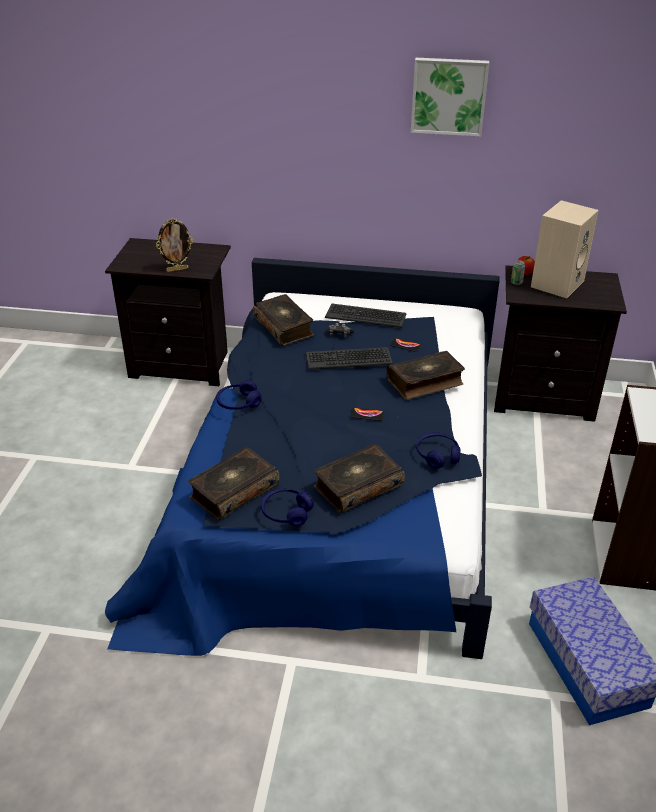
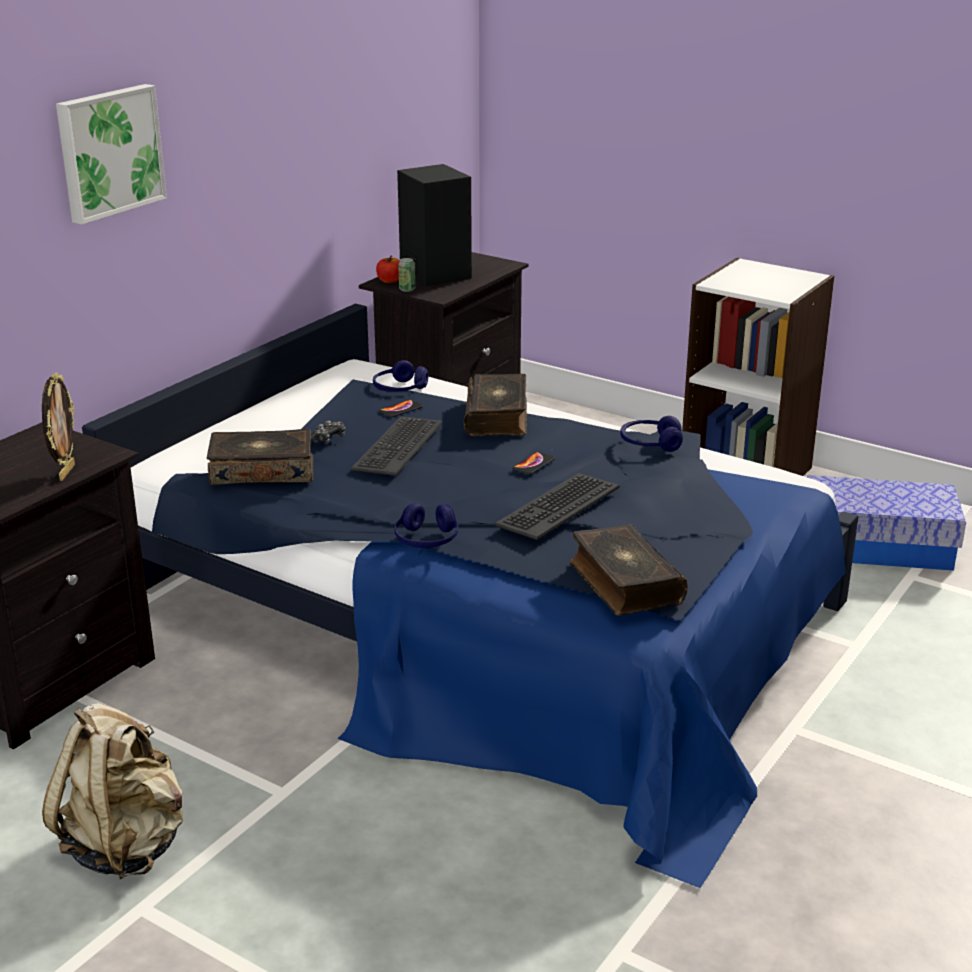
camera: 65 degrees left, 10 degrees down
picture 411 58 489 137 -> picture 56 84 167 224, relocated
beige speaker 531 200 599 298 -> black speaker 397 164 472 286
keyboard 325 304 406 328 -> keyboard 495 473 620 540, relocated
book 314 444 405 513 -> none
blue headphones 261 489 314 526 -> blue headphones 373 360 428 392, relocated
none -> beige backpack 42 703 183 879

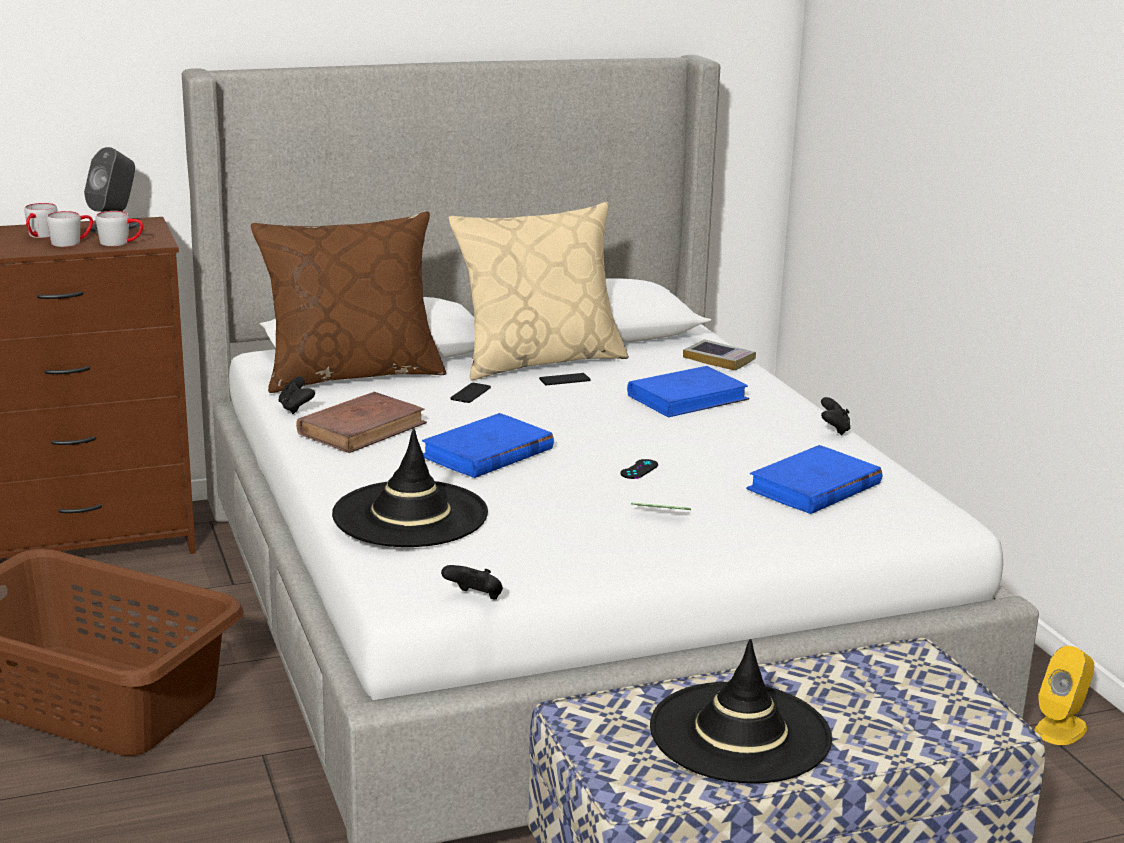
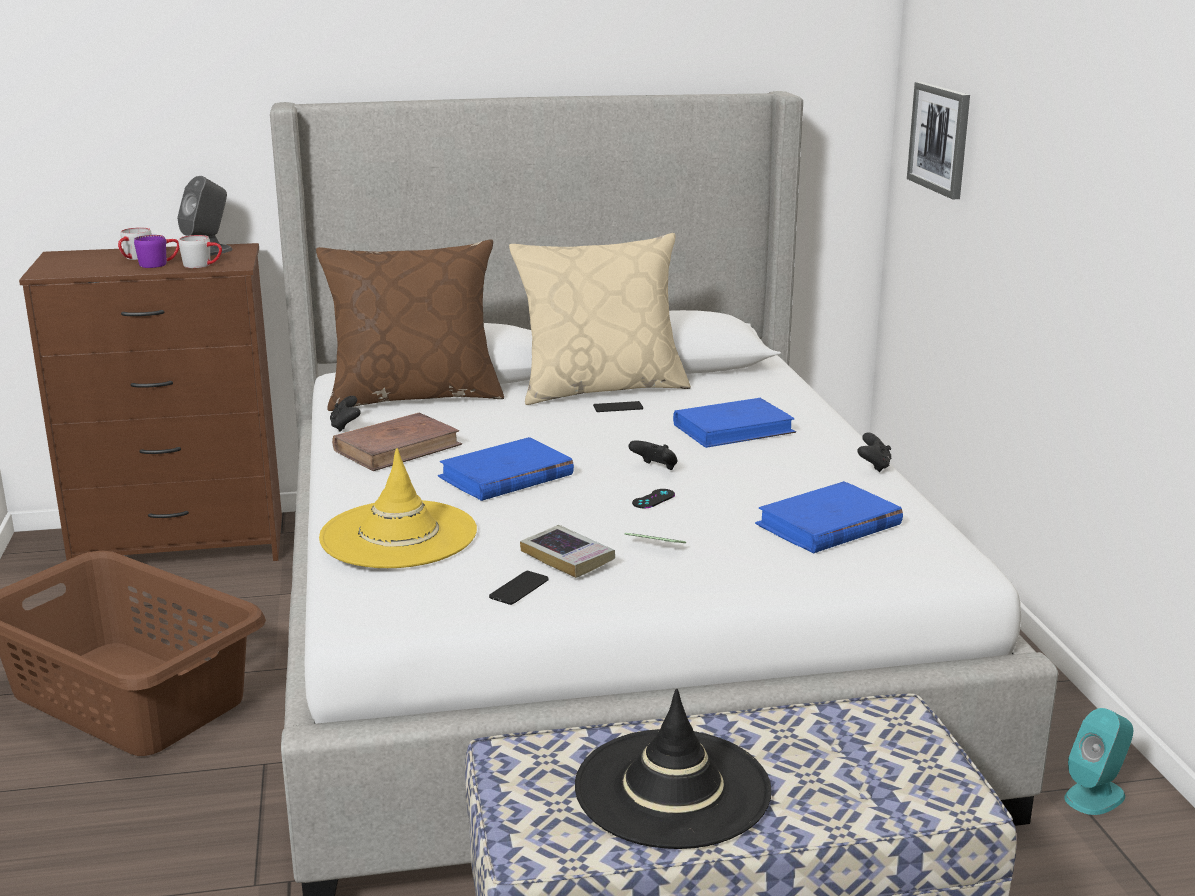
camera: 10 degrees right, 0 degrees up
grey mug 47 211 93 247 -> purple mug 134 235 179 268
book 683 339 756 371 -> book 520 525 615 578, relocated
phone 451 383 491 403 -> phone 489 571 549 605, relocated
black hat 332 428 488 547 -> yellow hat 319 448 477 568
black game controller 441 565 503 600 -> black game controller 629 440 678 470, relocated
yellow speaker 1034 646 1094 745 -> turquoise speaker 1064 708 1133 815
none -> picture 907 82 970 199

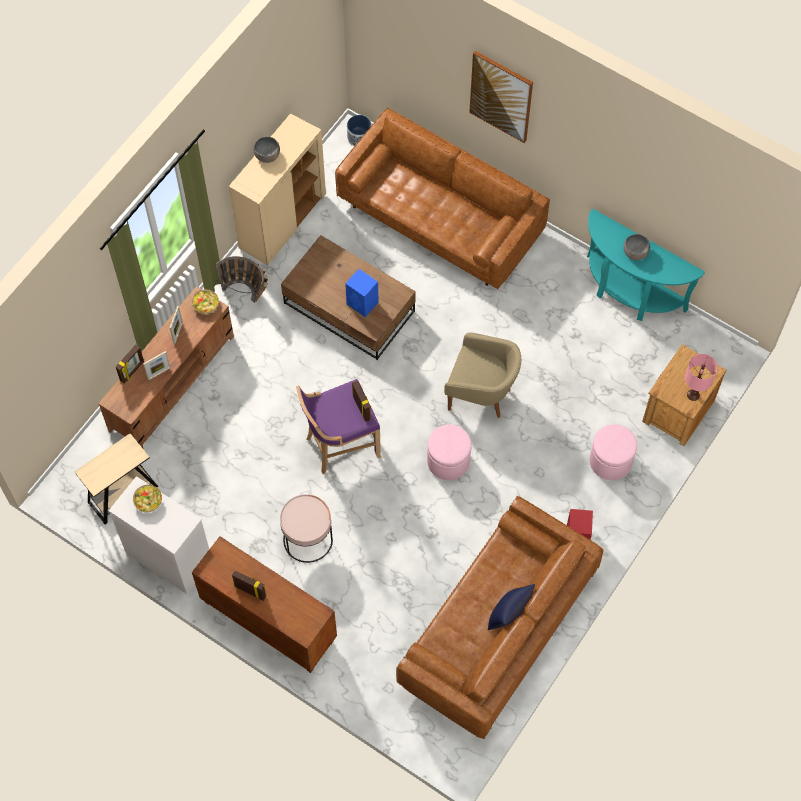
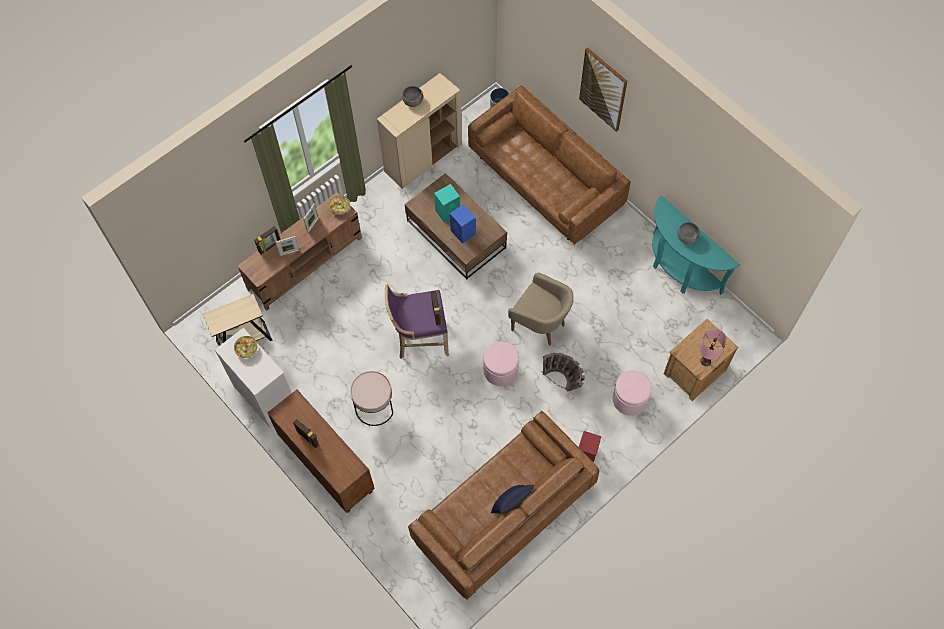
camera: 15 degrees right, 0 degrees up
basket 215 256 268 303 -> basket 542 352 585 392, relocated
none -> turquoise speaker 434 184 460 223

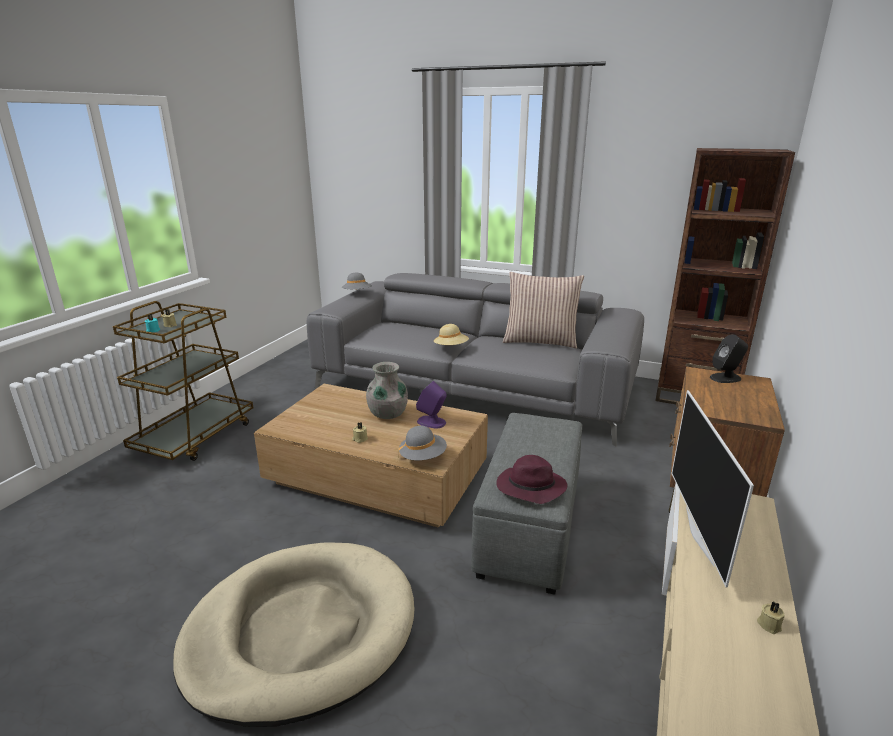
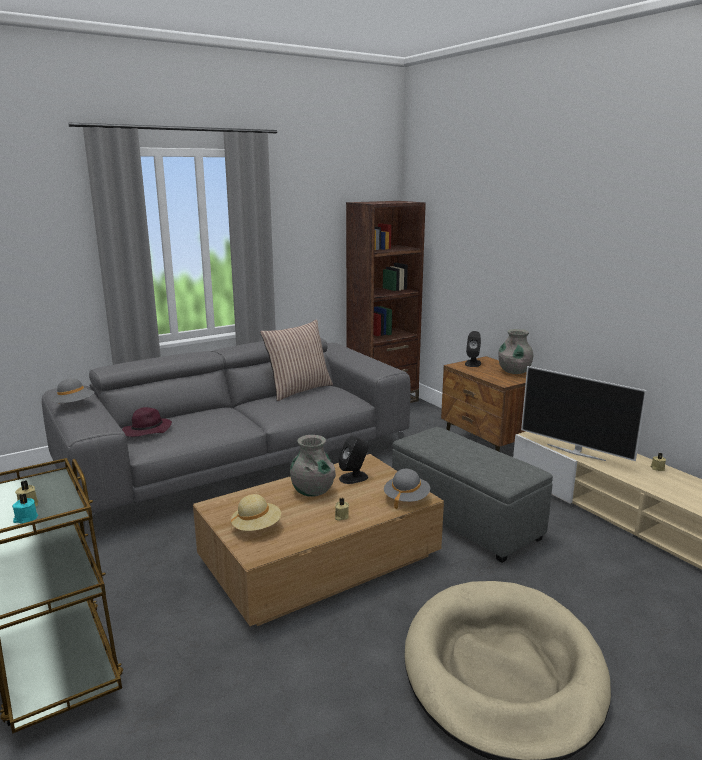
camera: 55 degrees left, 5 degrees down
beige hat 434 324 469 345 -> beige hat 231 494 281 531, relocated
purple speaker 416 381 447 429 -> black speaker 339 436 369 484
purple hat 496 455 567 504 -> purple hat 122 407 172 437, relocated
none -> grey vase 499 329 533 374

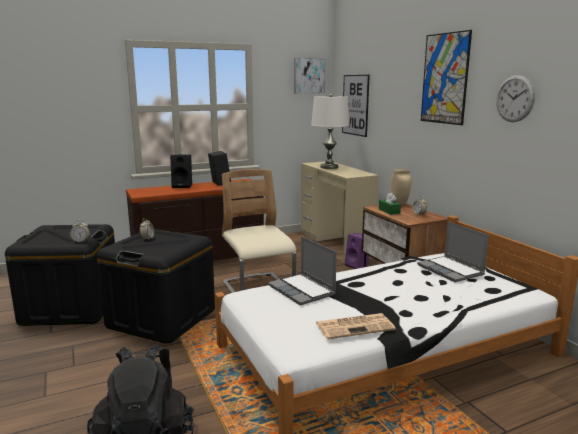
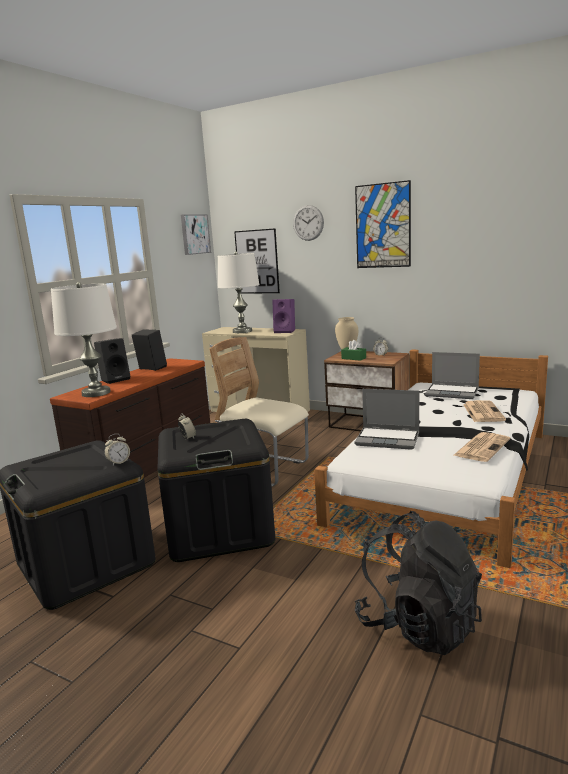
camera: 35 degrees left, 0 degrees up
wall clock 496 75 535 122 -> wall clock 293 205 324 241, relocated
purple speaker 345 233 369 269 -> purple speaker 272 299 295 333, relocated
none -> white table lamp 51 282 117 397
none -> newspaper 463 400 506 422

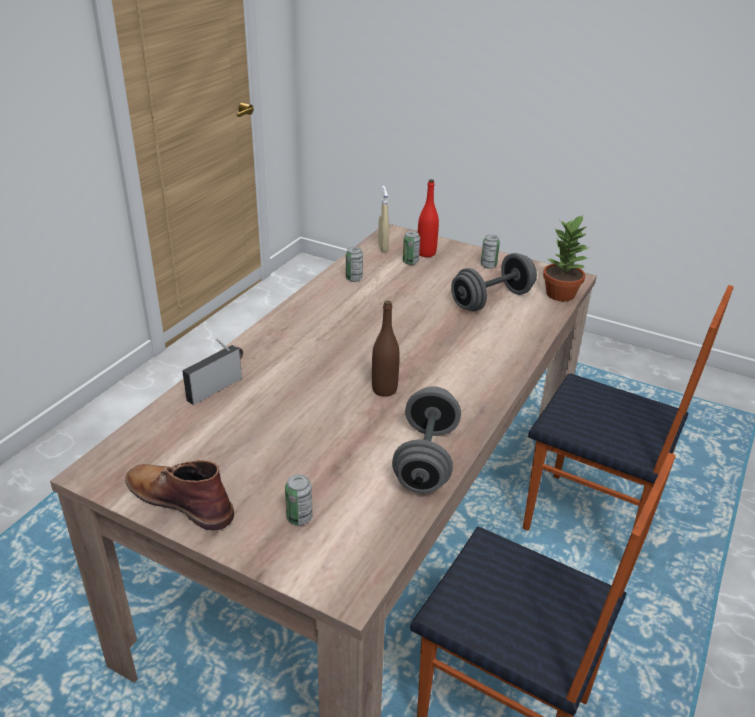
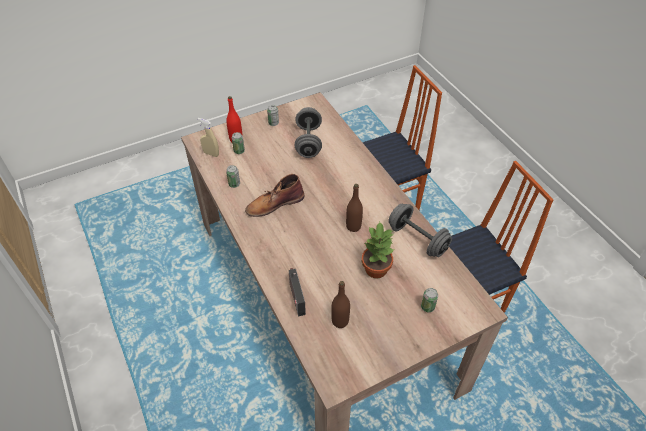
camera: 55 degrees left, 15 degrees up
potted plant 543 215 590 302 -> potted plant 362 222 395 279, relocated
brown boot 125 460 234 530 -> brown boot 245 174 304 217, relocated
none -> brown bottle 331 281 350 328

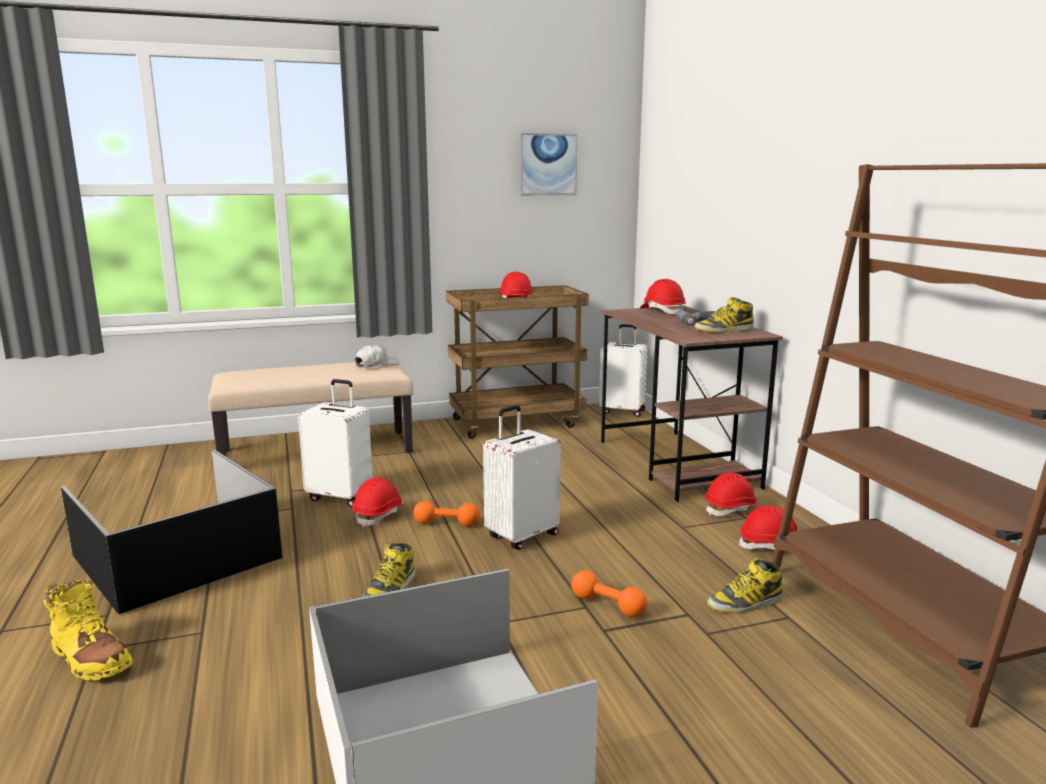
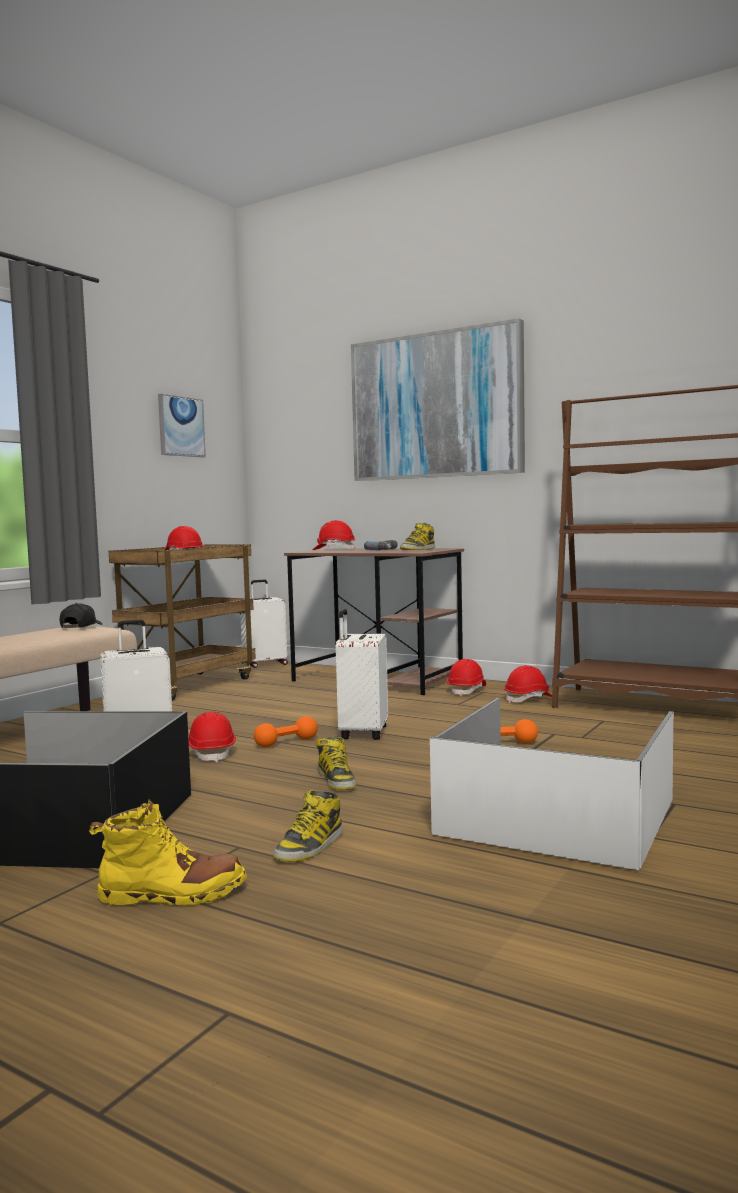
camera: 40 degrees left, 10 degrees down
white cap 355 344 399 368 -> black cap 60 603 102 628
boot 707 557 783 613 -> boot 273 790 343 862, relocated
none -> picture 351 318 525 481

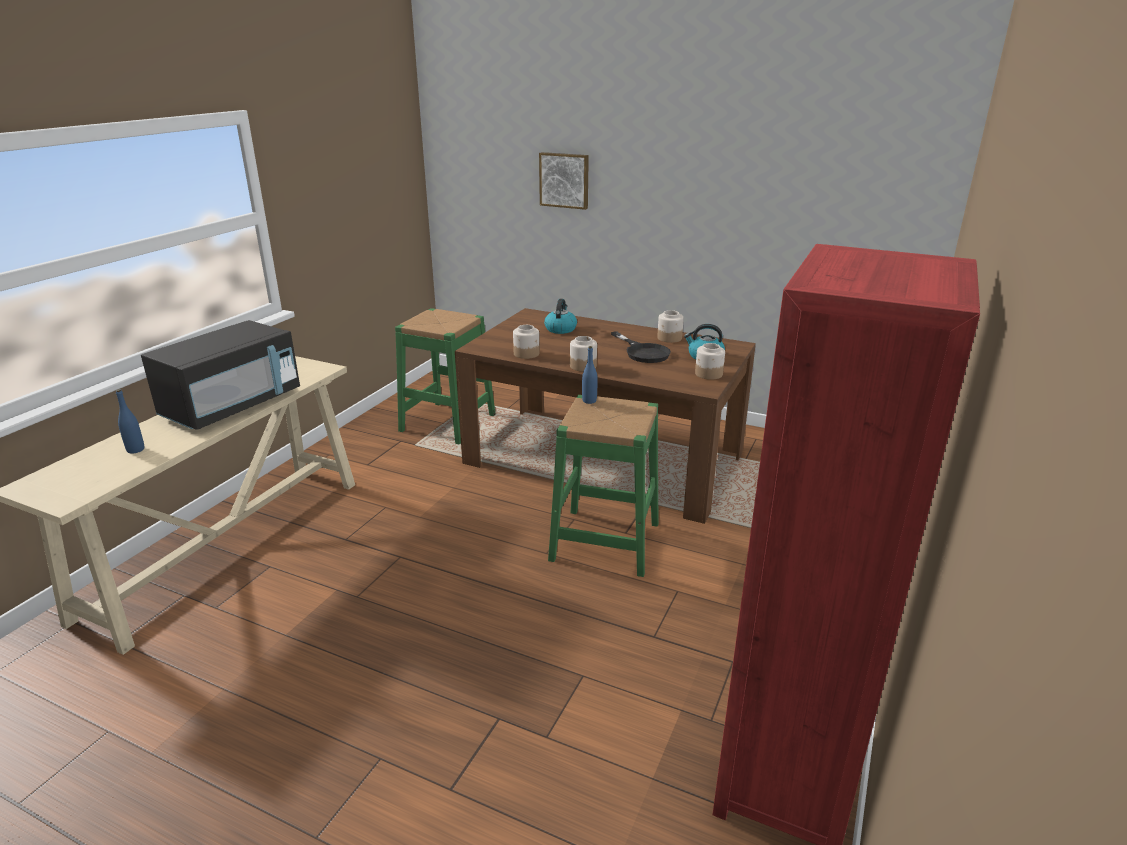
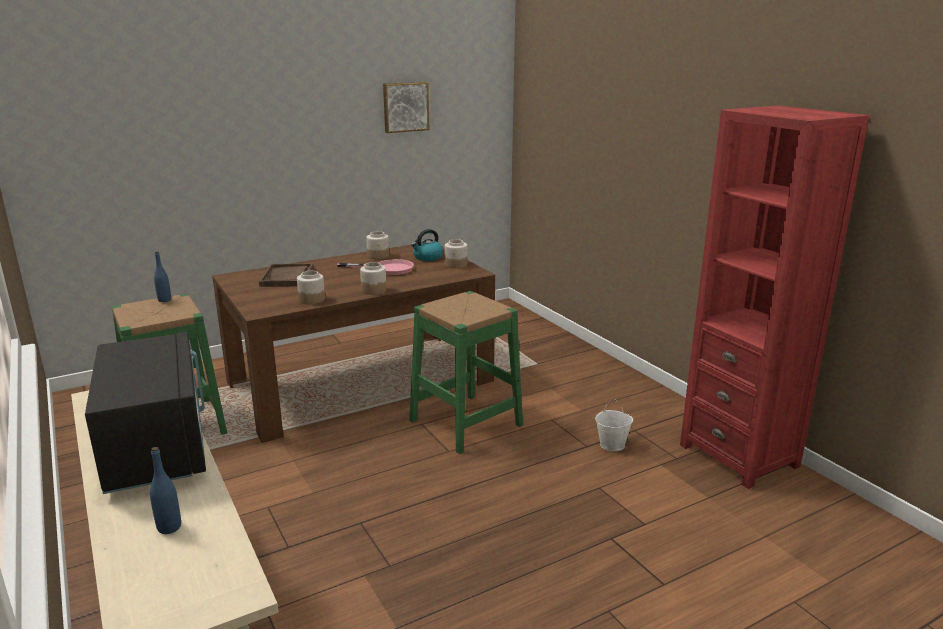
camera: 55 degrees left, 5 degrees down
picture 539 152 589 210 -> picture 383 82 429 133, relocated
kettle 544 299 577 334 -> brown tray 259 263 314 287
black frying pan 611 331 671 363 -> pink frying pan 337 259 414 275
blue bottle 582 346 598 404 -> blue bottle 154 251 171 302, relocated
none -> white bucket 595 400 633 451

